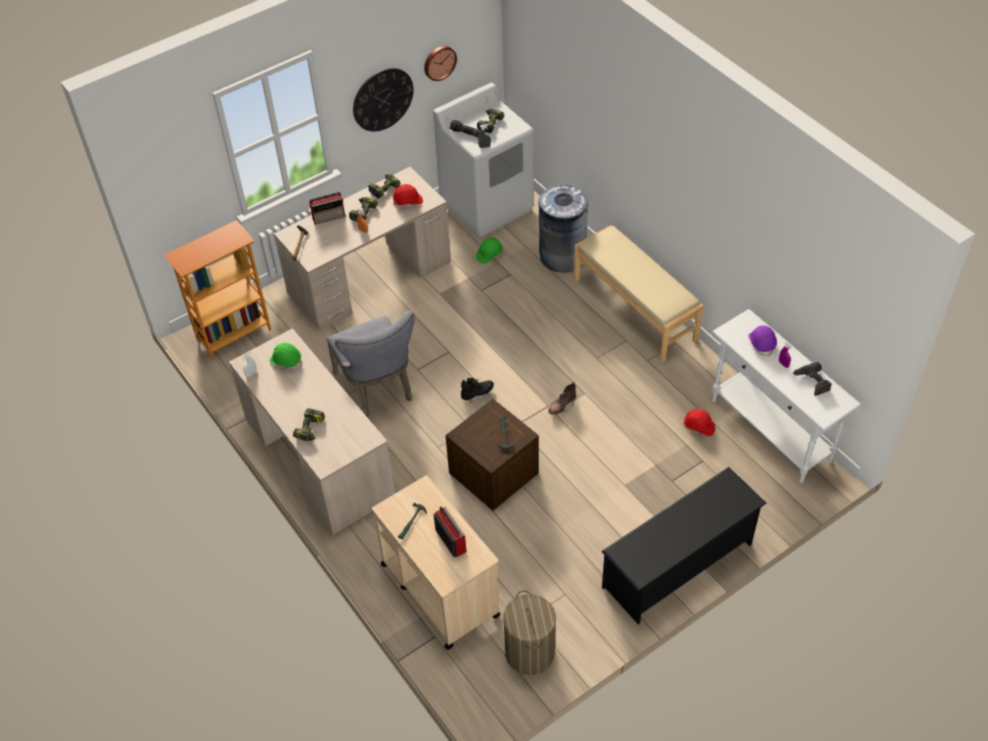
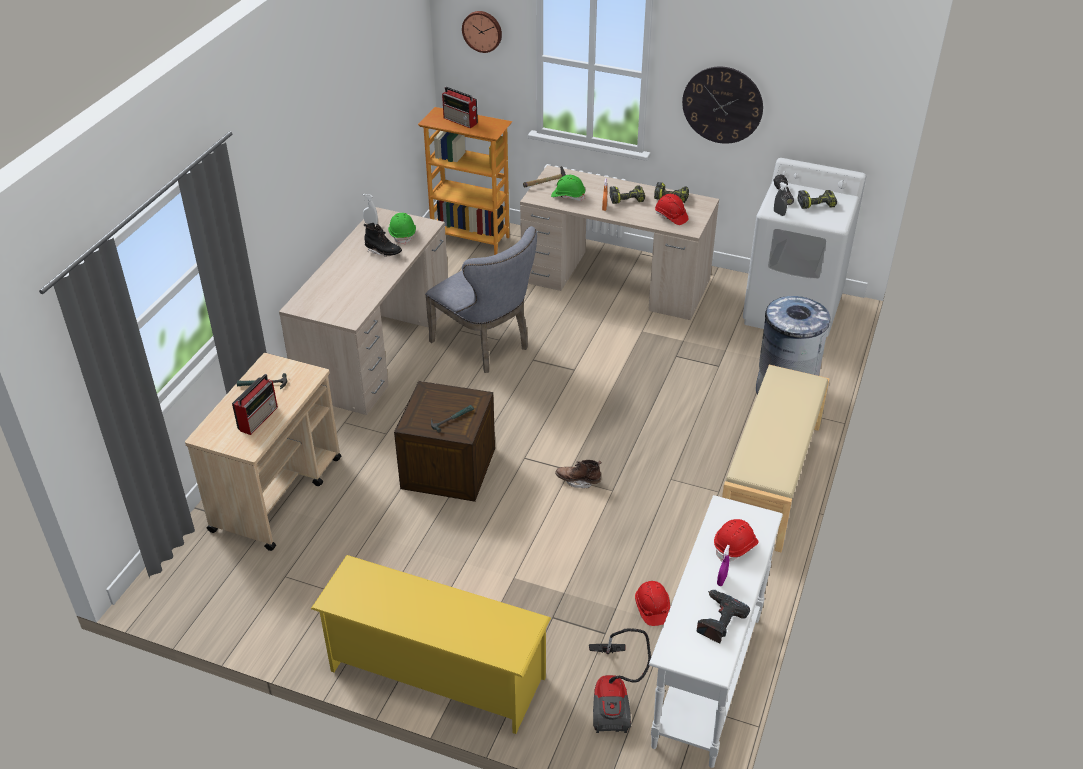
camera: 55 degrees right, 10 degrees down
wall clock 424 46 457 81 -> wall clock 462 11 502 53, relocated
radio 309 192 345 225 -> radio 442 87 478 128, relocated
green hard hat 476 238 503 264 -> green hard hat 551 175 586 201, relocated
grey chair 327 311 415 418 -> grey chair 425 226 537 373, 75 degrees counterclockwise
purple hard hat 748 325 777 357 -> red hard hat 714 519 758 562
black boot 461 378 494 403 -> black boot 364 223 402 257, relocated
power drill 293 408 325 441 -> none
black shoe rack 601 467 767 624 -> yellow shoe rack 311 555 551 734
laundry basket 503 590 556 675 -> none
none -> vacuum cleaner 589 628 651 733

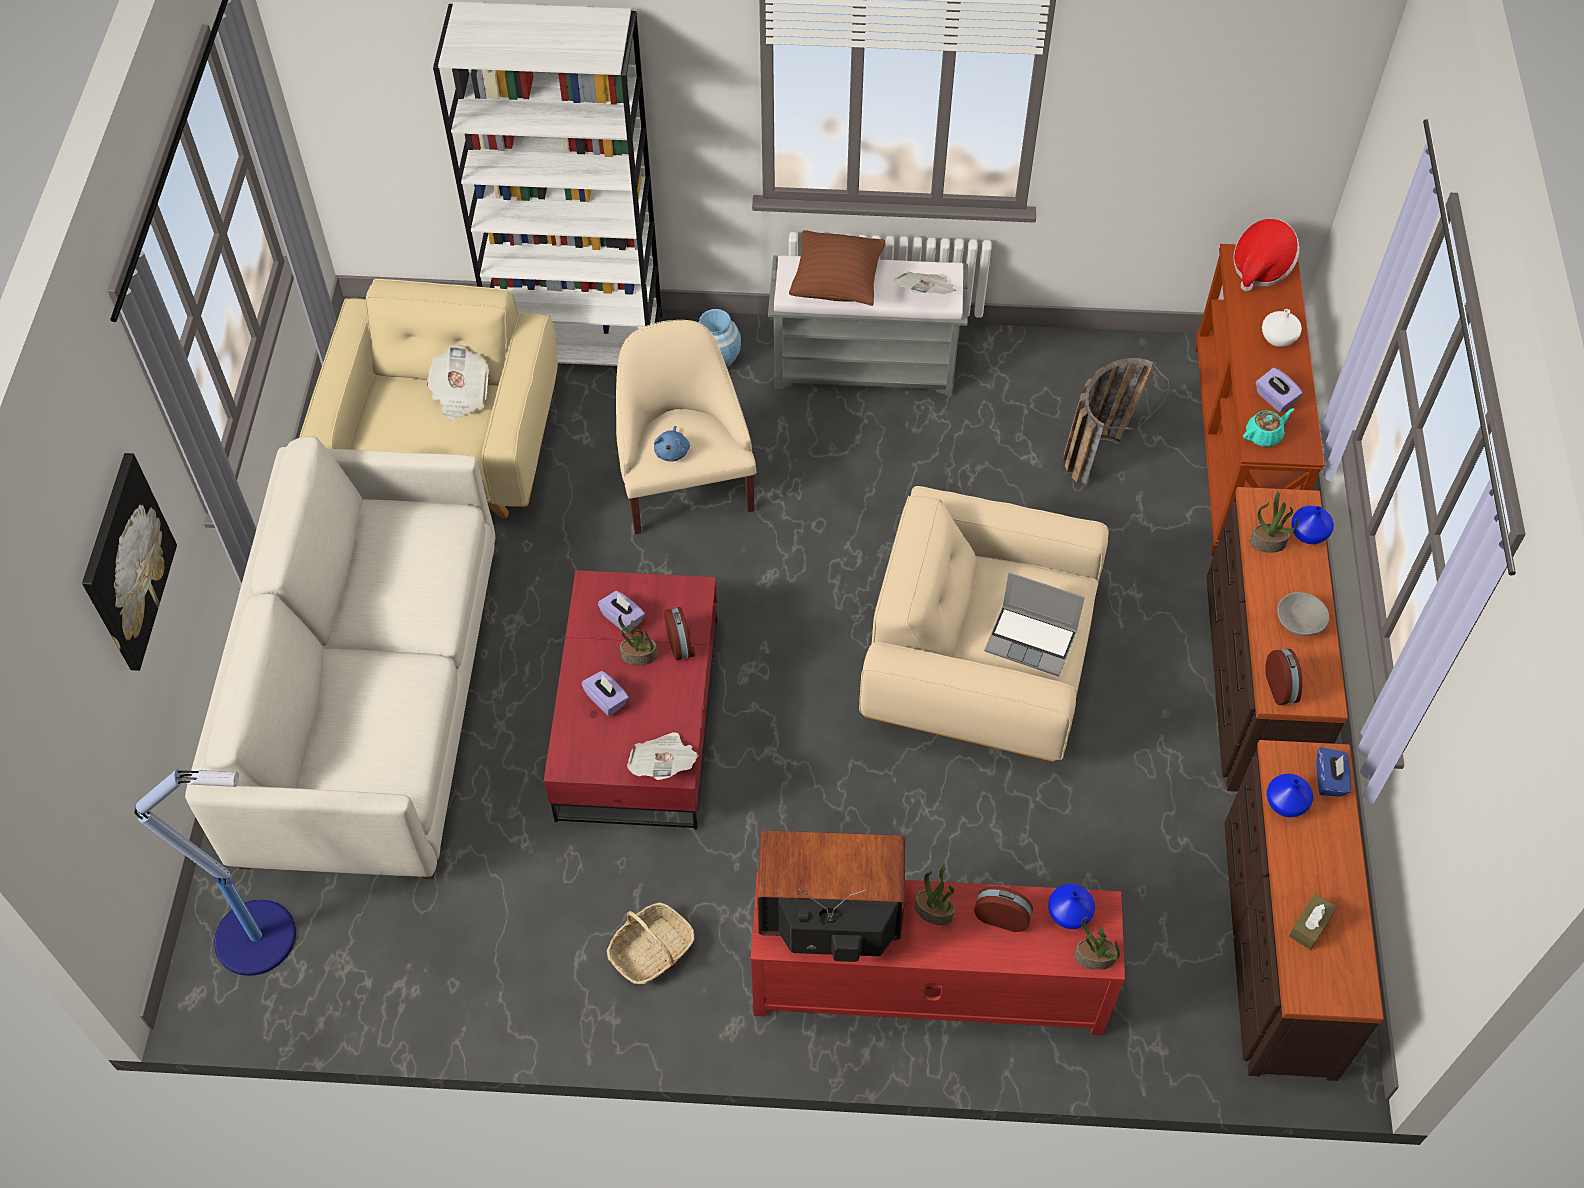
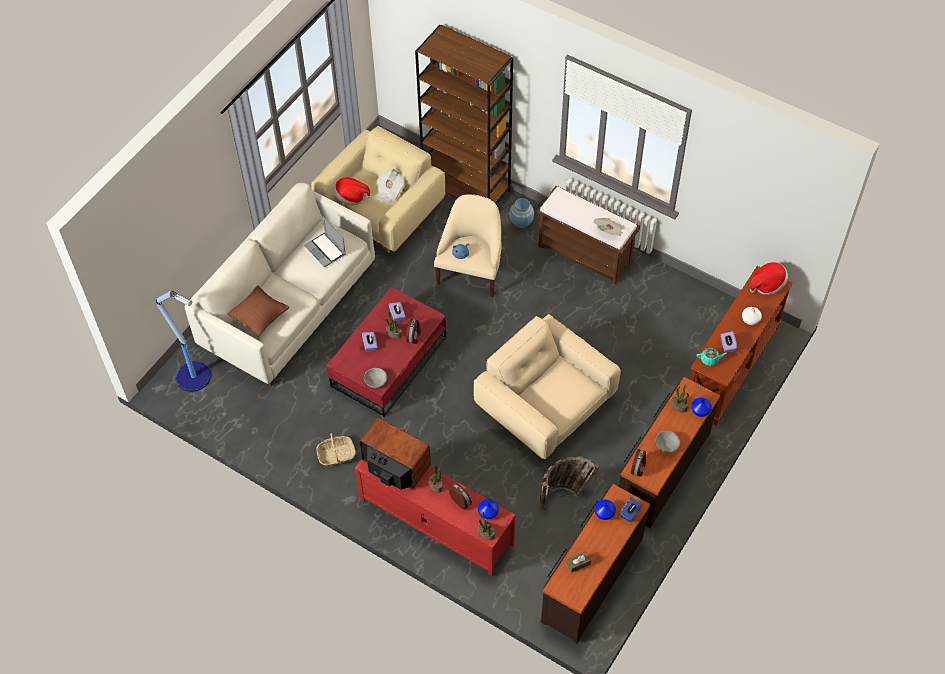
camera: 30 degrees right, 0 degrees up
white bookcase 433 2 662 366 -> brown bookcase 415 25 513 205
brown pillow 789 230 885 306 -> brown pillow 227 285 289 337, relocated
grey bench 768 255 968 396 -> brown bench 537 186 640 285
basket 1063 358 1169 487 -> basket 540 456 600 511, relocated
picture 82 453 177 671 -> none
laptop 984 572 1085 677 -> laptop 304 216 346 267, relocated
newspaper 627 732 698 780 -> grey bowl 364 368 387 388
none -> hat 333 178 370 205

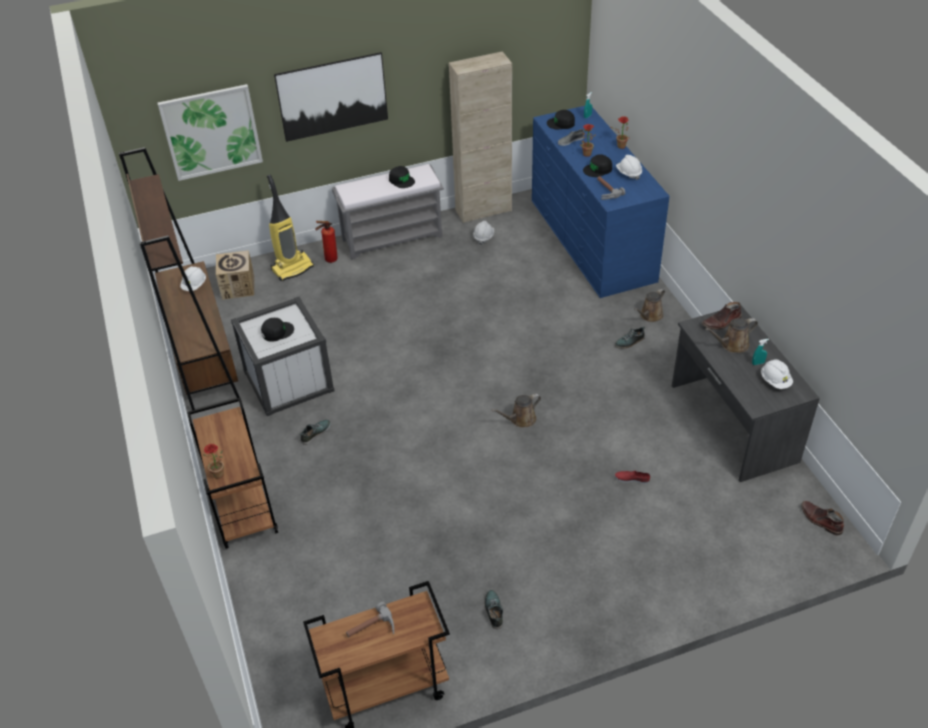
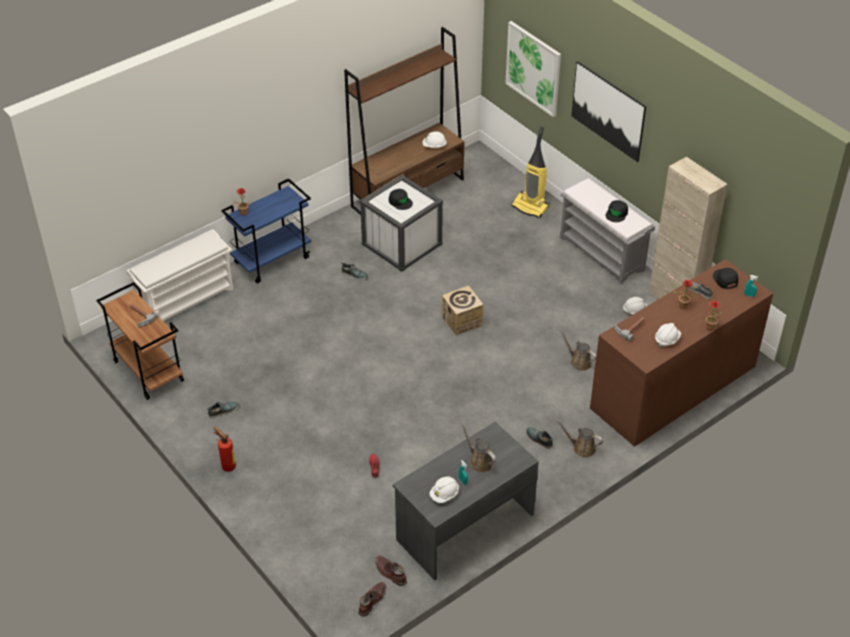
camera: 70 degrees right, 0 degrees up
blue dresser 532 106 670 298 -> brown dresser 590 259 773 447
black cap 583 154 612 177 -> none
fire extinguisher 315 221 338 263 -> fire extinguisher 214 426 236 472, relocated
cardboard box 216 250 254 300 -> cardboard box 442 286 484 336, relocated
brown boot 702 302 742 330 -> brown boot 375 555 407 586, relocated
brown watering can 492 394 541 427 -> brown watering can 559 329 596 371, relocated
brown cart 187 398 278 549 -> blue cart 221 178 311 283
none -> white shoe rack 126 229 233 321

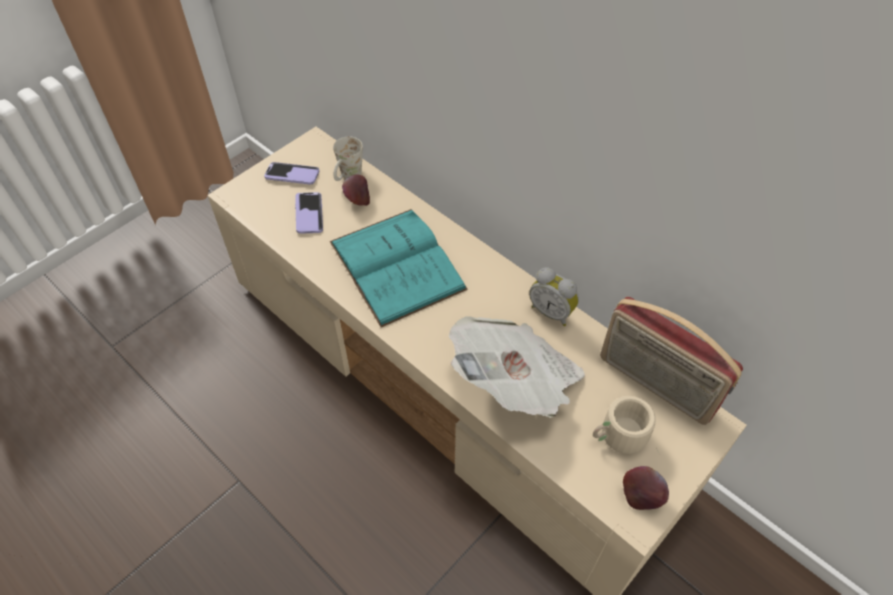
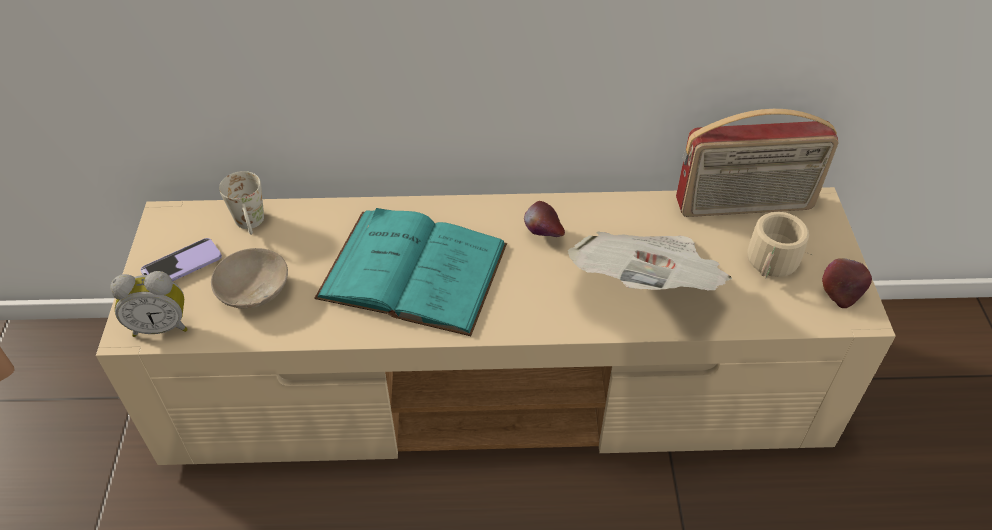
camera: 45 degrees left, 5 degrees down
apple 342 175 370 206 -> apple 524 201 565 237, relocated
phone 295 192 323 234 -> beige bowl 211 248 288 309
alarm clock 529 267 579 326 -> alarm clock 110 271 188 337, relocated

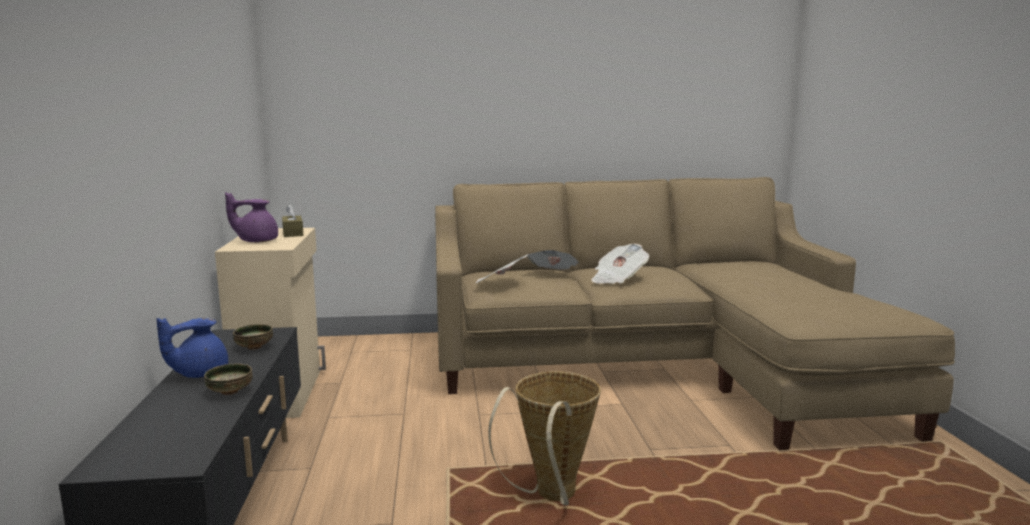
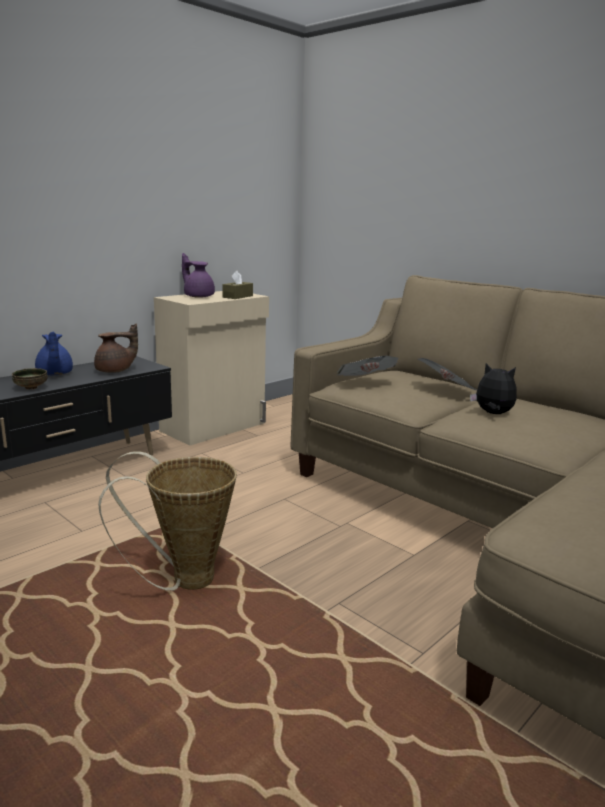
camera: 50 degrees right, 5 degrees up
newspaper 591 244 649 284 -> plush toy 470 363 517 414
blue teapot 156 318 228 378 -> blue teapot 35 332 73 375, 120 degrees counterclockwise
bowl 233 324 273 350 -> brown teapot 94 324 138 373

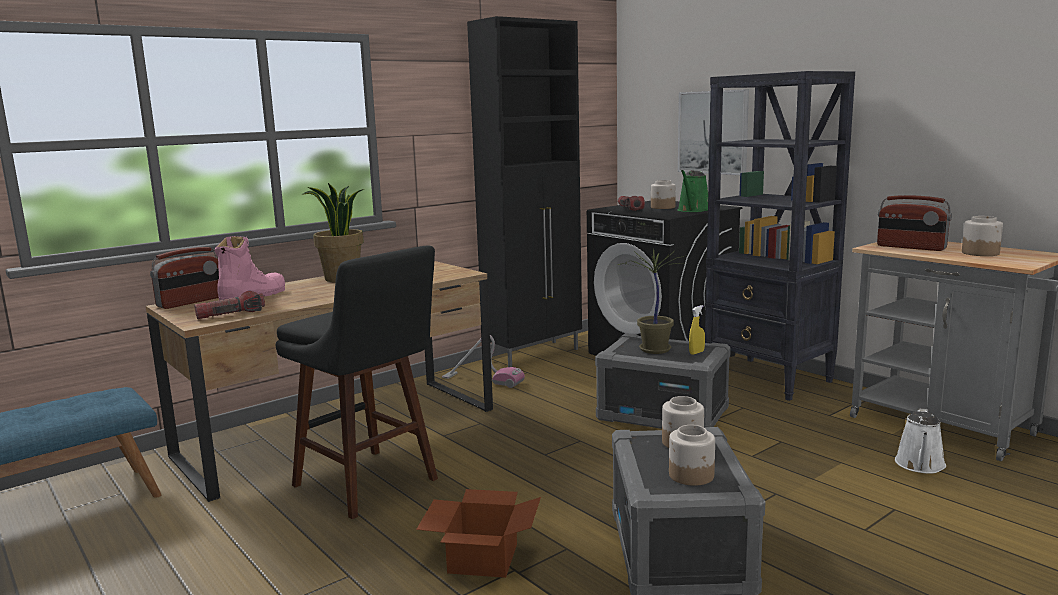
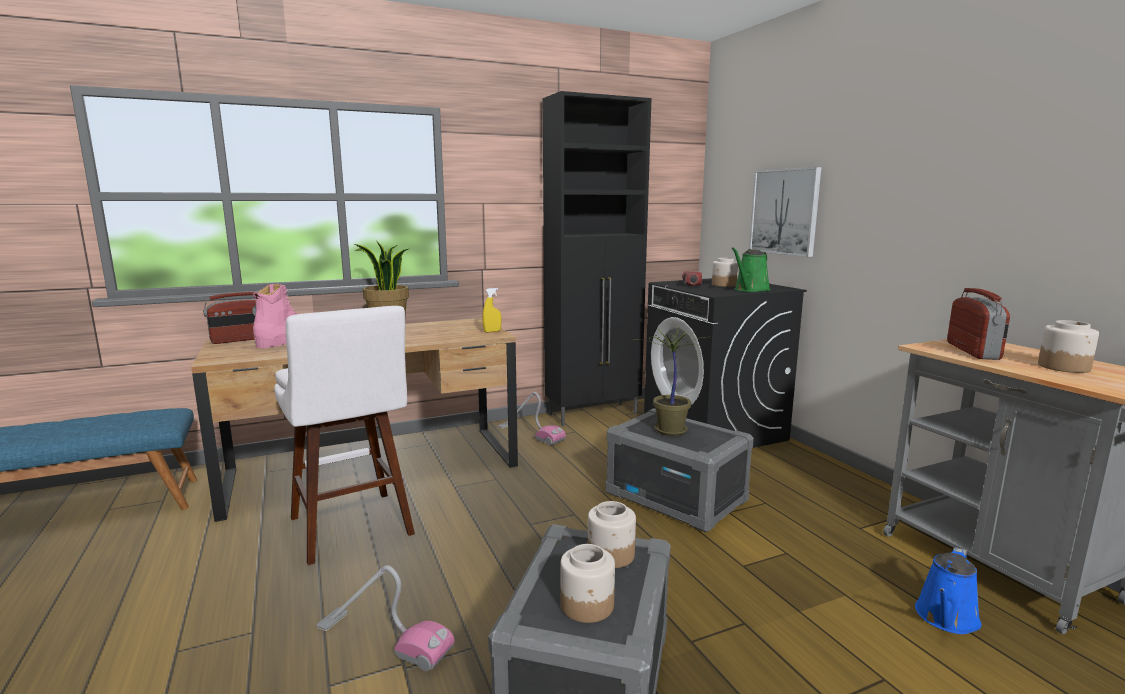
camera: 15 degrees right, 0 degrees up
black bookcase 705 71 855 401 -> none
radio 877 195 952 251 -> radio 947 288 1010 360, 135 degrees counterclockwise
black stool 276 246 438 519 -> white stool 274 306 415 565
flashlight 194 291 265 319 -> none
yellow spray bottle 689 305 705 355 -> yellow spray bottle 482 288 502 332, relocated
white watering can 895 408 946 474 -> blue watering can 915 547 982 634
cardboard box 416 489 541 578 -> vacuum cleaner 316 565 455 671

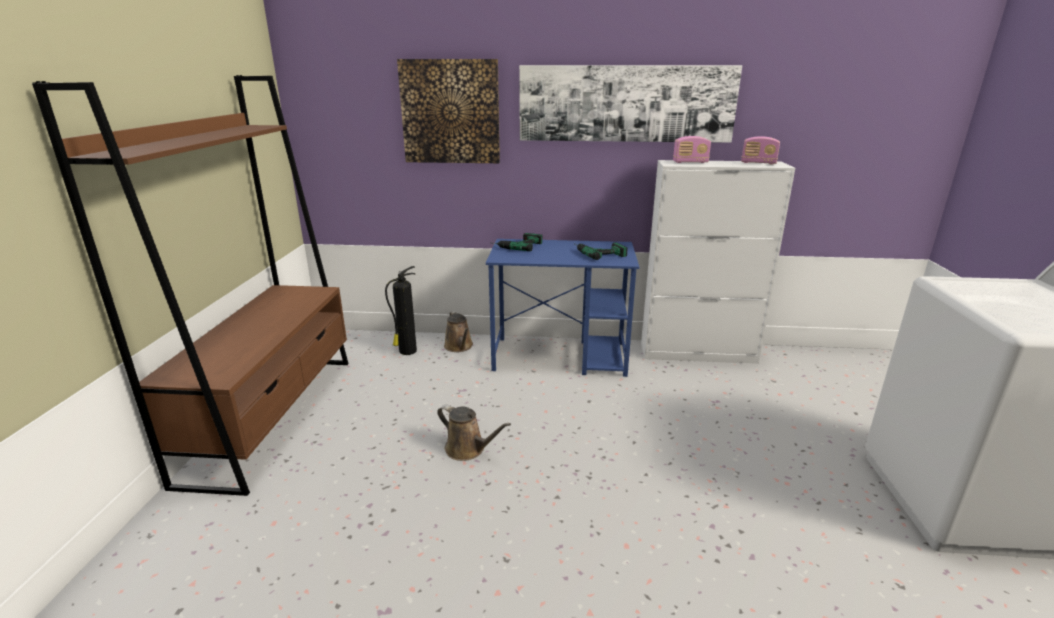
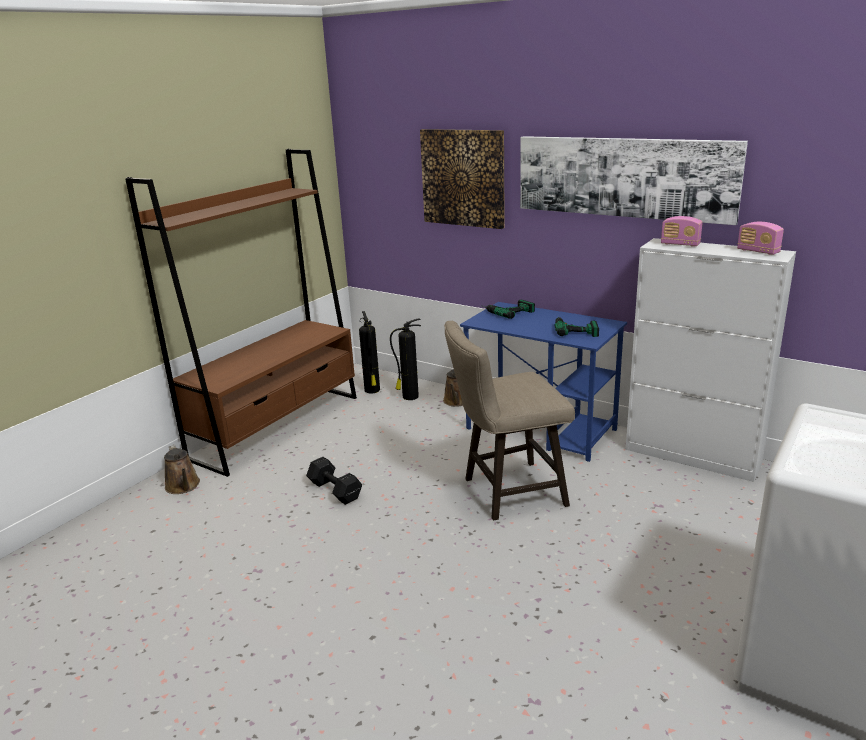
camera: 30 degrees right, 0 degrees up
brown watering can 437 405 511 461 -> brown watering can 164 445 200 494, relocated
none -> fire extinguisher 359 311 380 394
none -> beige stool 444 321 575 521
none -> black dumbbell 306 457 362 505

